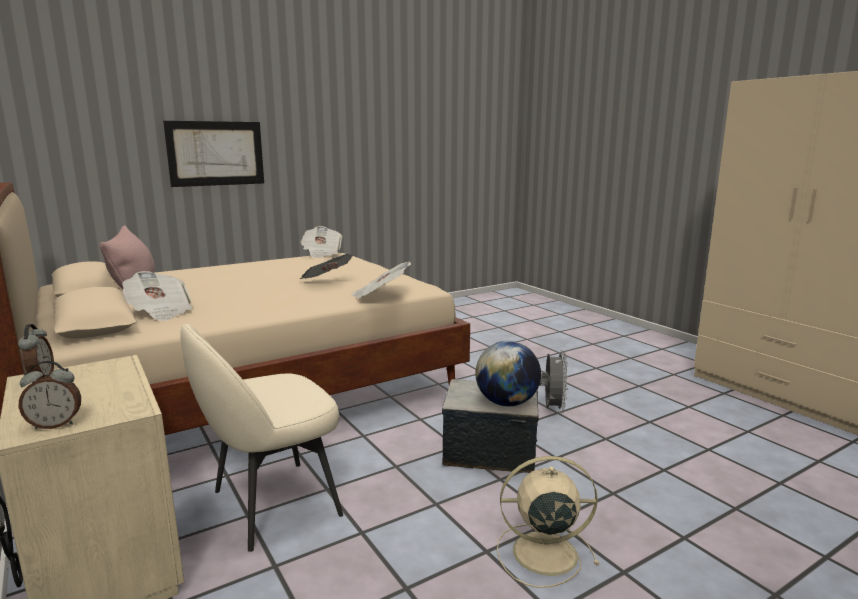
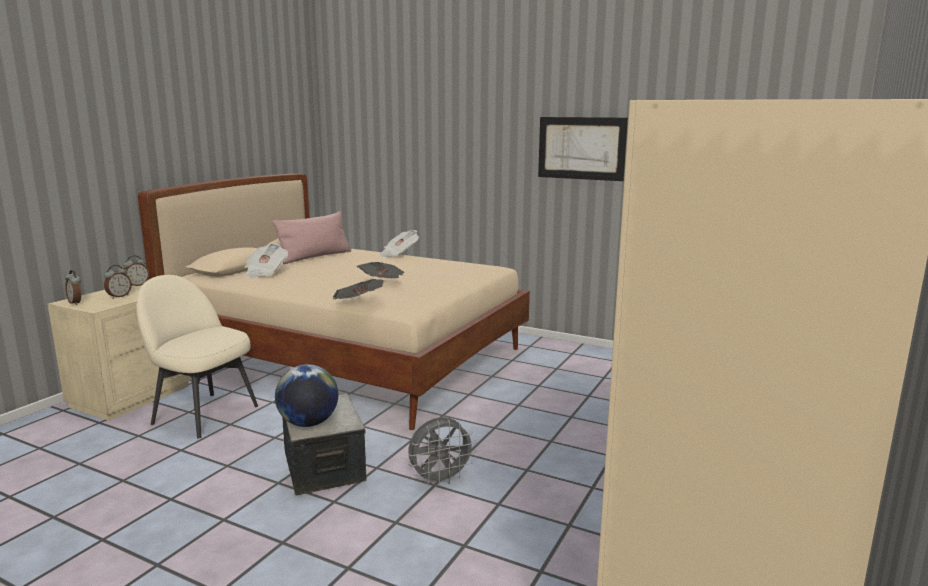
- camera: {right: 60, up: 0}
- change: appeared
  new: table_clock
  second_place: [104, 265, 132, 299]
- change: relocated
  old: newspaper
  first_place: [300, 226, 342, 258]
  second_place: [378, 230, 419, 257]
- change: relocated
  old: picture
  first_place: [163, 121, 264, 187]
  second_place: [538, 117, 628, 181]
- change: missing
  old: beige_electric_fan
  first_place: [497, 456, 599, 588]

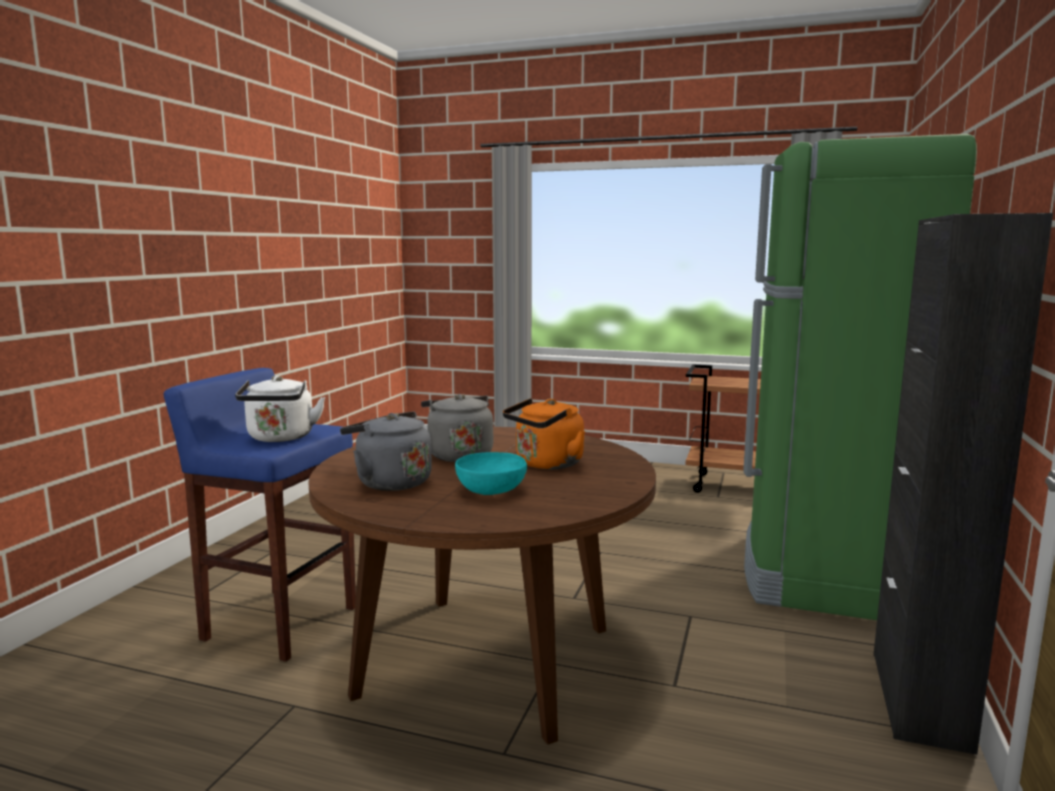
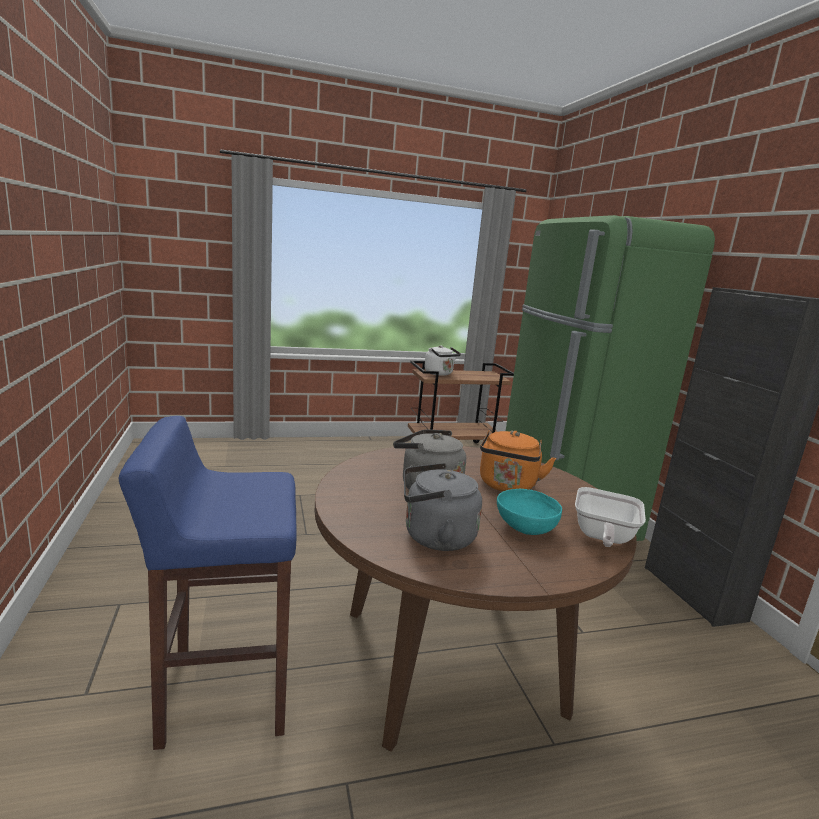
- camera: {right: -35, up: 5}
- change: relocated
  old: white-coloured_water_kettle
  first_place: [235, 376, 325, 442]
  second_place: [425, 345, 461, 376]
- change: appeared
  new: frying_pan
  second_place: [575, 487, 646, 547]

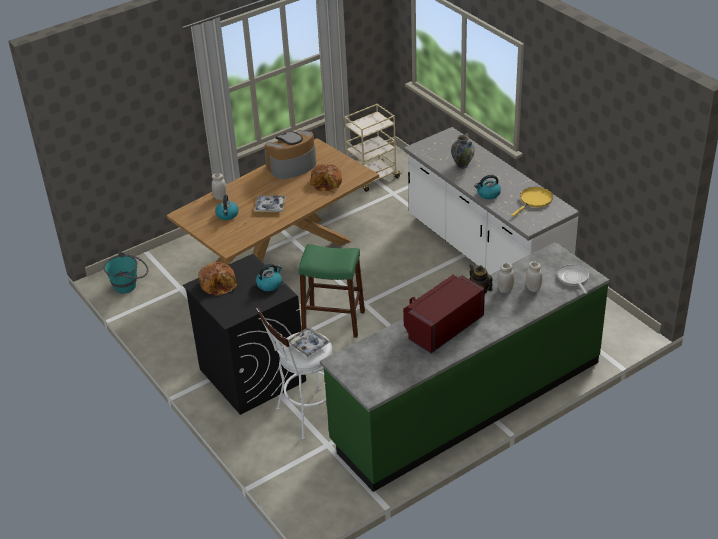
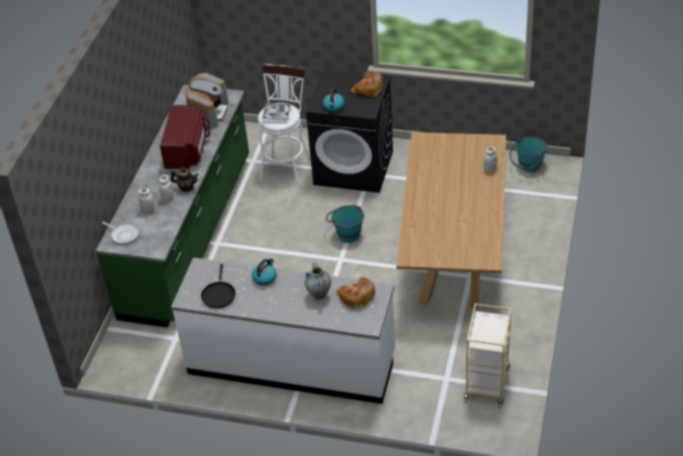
- camera: {right: 140, up: 5}
- change: relocated
  old: coffee_brewer
  first_place: [265, 130, 316, 179]
  second_place: [185, 73, 229, 129]
- change: colour
  old: yellow-coloured_frying_pan
  new: black_frying_pan
  first_place: [511, 187, 553, 217]
  second_place: [201, 264, 235, 308]
- change: exchanged
  old: green-coloured_stool
  new: turquoise_bucket
  first_place: [298, 244, 365, 338]
  second_place: [325, 205, 364, 243]
- change: relocated
  old: baked_bread
  first_place: [310, 164, 342, 192]
  second_place: [336, 277, 375, 310]
- change: missing
  old: water_kettle
  first_place: [215, 195, 239, 220]
- change: missing
  old: tray
  first_place: [254, 195, 286, 212]

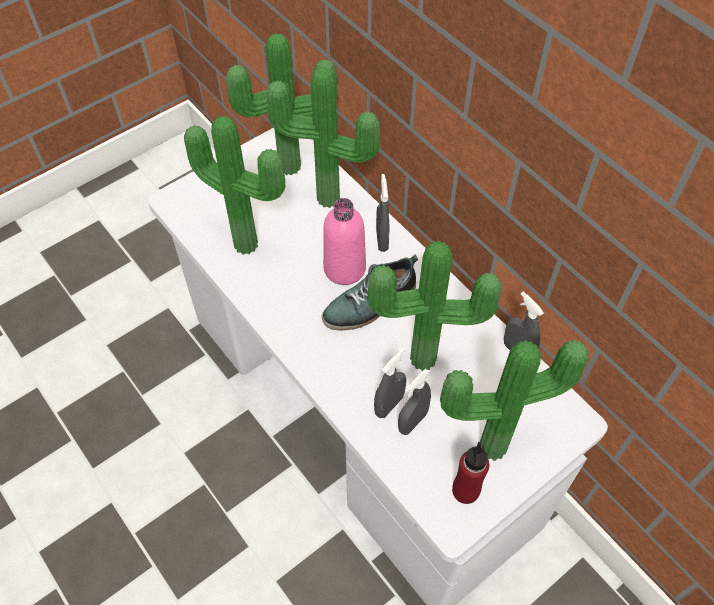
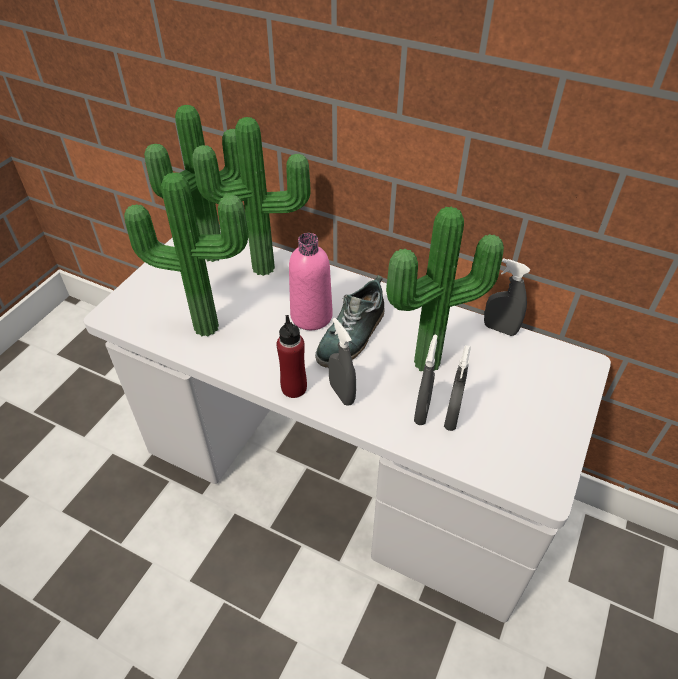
- camera: {right: -25, up: -10}
- change: relocated
  old: red-coloured_bottle
  first_place: [452, 442, 489, 504]
  second_place: [277, 315, 307, 398]
- change: relocated
  old: gray_hand_sprayer
  first_place: [376, 174, 389, 252]
  second_place: [328, 318, 356, 406]
- change: missing
  old: plant_in_a_pot
  first_place: [440, 340, 589, 461]

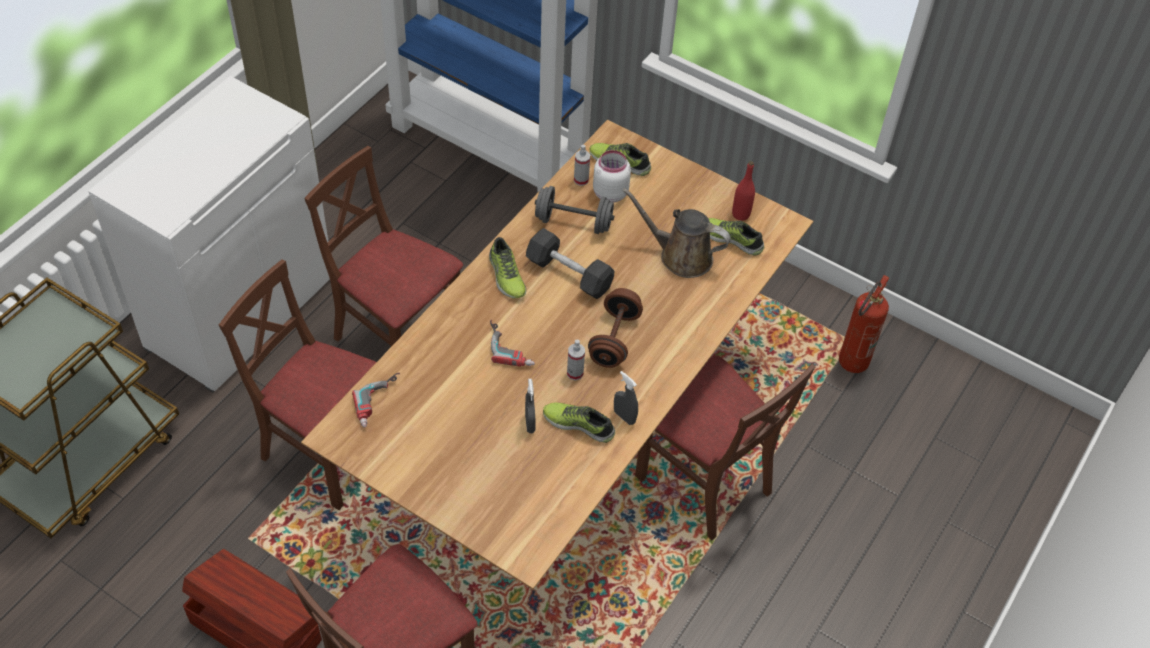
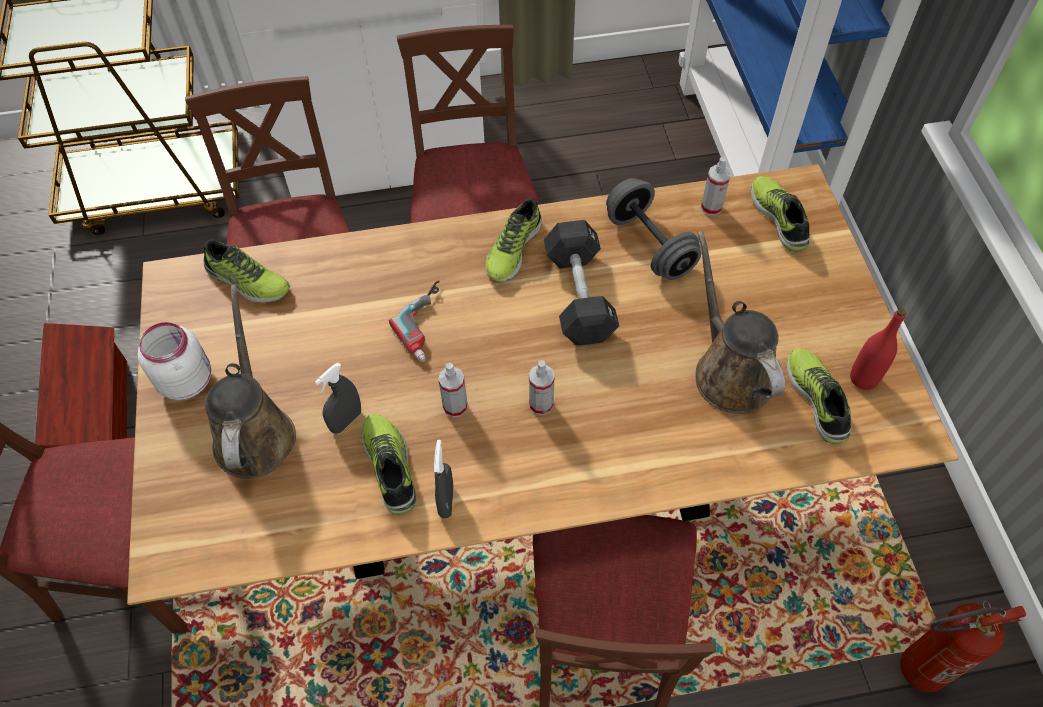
- camera: {right: 50, up: 5}
- change: relocated
  old: white-coloured_jar
  first_place: [593, 150, 631, 203]
  second_place: [138, 322, 211, 400]
- change: exchanged
  old: power_drill
  new: low_shoe
  first_place: [352, 373, 400, 428]
  second_place: [203, 239, 290, 303]
- change: appeared
  new: brown_watering_pot
  second_place: [205, 284, 296, 479]
- change: exchanged
  old: brown_free_weight
  new: hand_sprayer
  first_place: [588, 288, 643, 368]
  second_place: [529, 360, 554, 415]

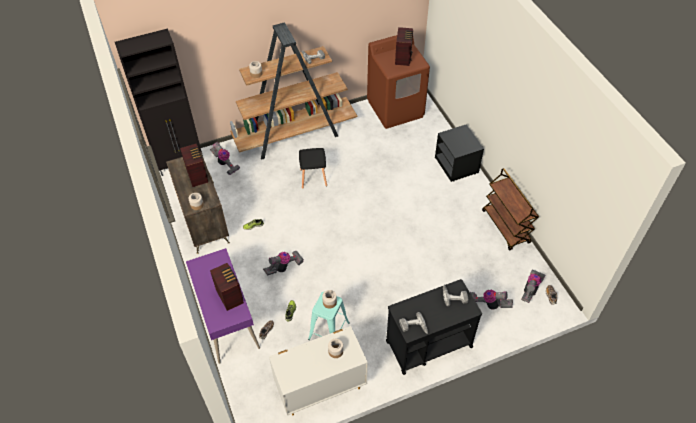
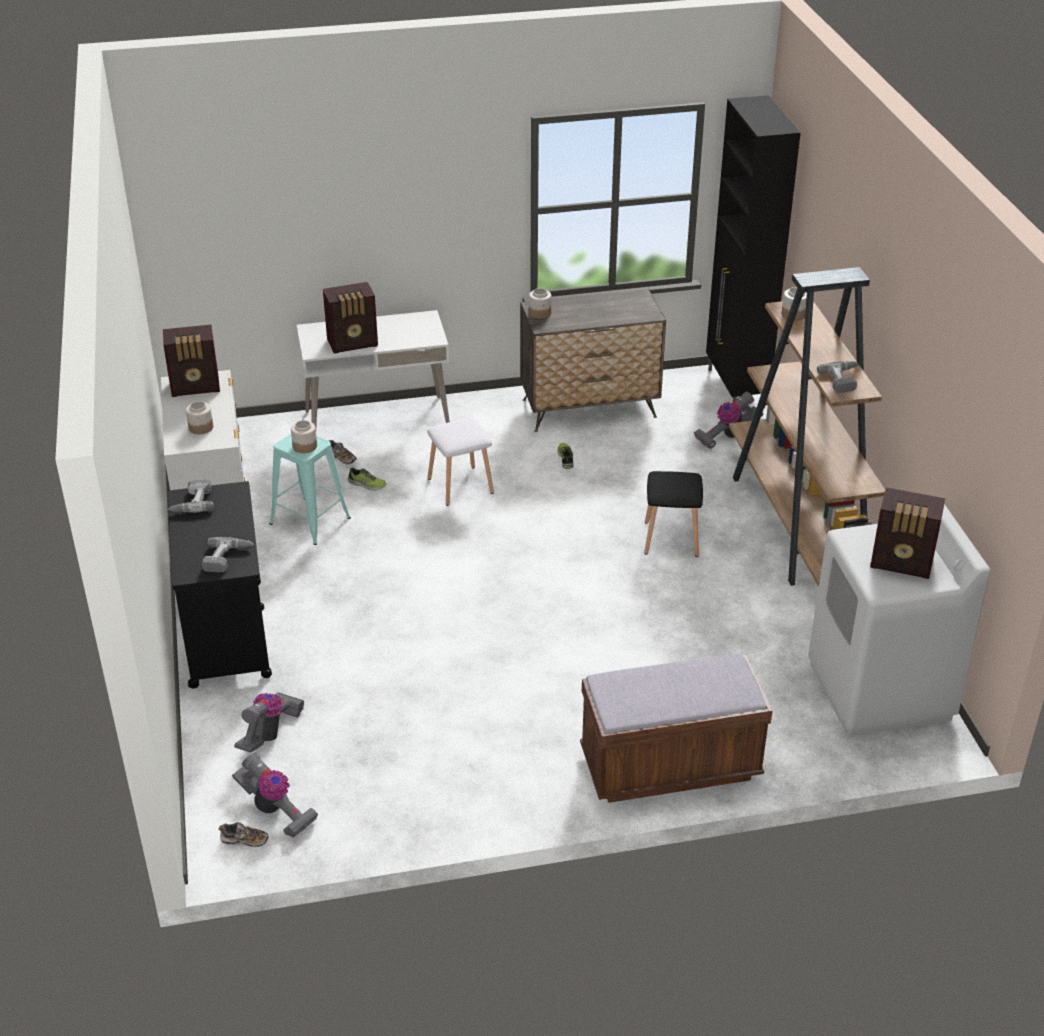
- camera: {right: 100, up: -15}
- change: relocated
  old: radio_set
  first_place: [180, 144, 208, 187]
  second_place: [163, 324, 220, 397]
- change: colour
  old: purple_desk_unit
  new: white-coloured_desk_unit
  first_place: [186, 248, 260, 364]
  second_place: [297, 310, 450, 427]
- change: exchanged
  old: vacuum_cleaner
  new: white-coloured_stool
  first_place: [263, 251, 304, 276]
  second_place: [427, 418, 494, 506]
- change: exchanged
  old: black_night_table
  new: brown_long_seat
  first_place: [435, 125, 484, 182]
  second_place: [580, 654, 772, 803]
- change: colour
  old: brown_laundry_machine
  new: white-coloured_laundry_machine
  first_place: [367, 35, 430, 129]
  second_place: [808, 504, 990, 736]
- change: missing
  old: brown_cart
  first_place: [482, 168, 539, 250]

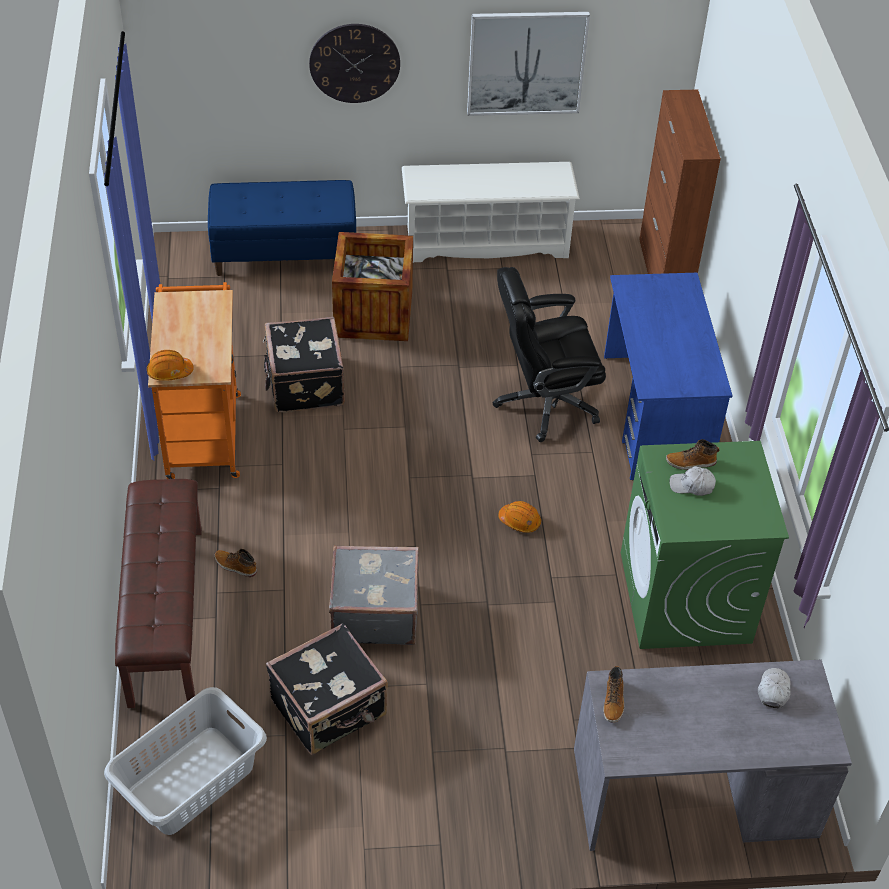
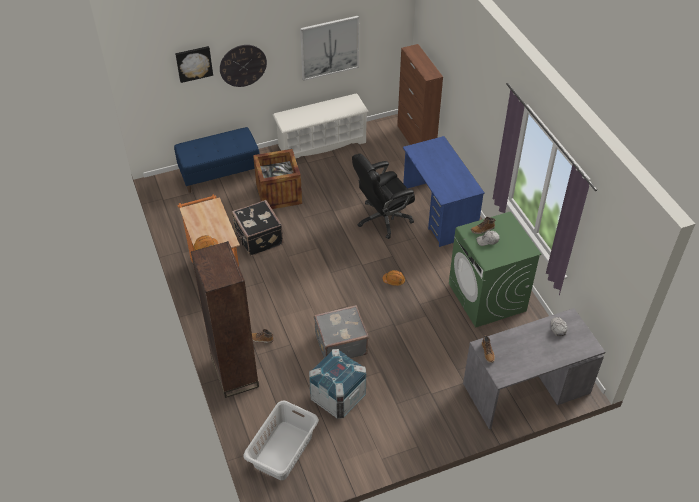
- camera: {right: -15, up: 0}
- change: appeared
  new: picture
  second_place: [175, 46, 213, 83]
- change: exchanged
  old: brown_long_seat
  new: brown_shelving_unit
  first_place: [115, 479, 202, 708]
  second_place: [191, 241, 259, 398]
- change: exchanged
  old: black_travel_case
  new: crate
  first_place: [266, 623, 388, 755]
  second_place: [309, 349, 366, 419]

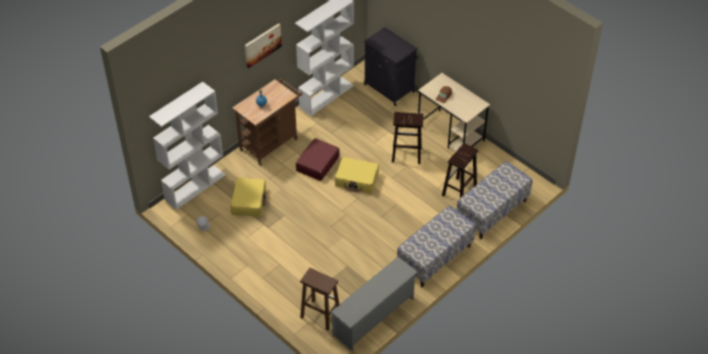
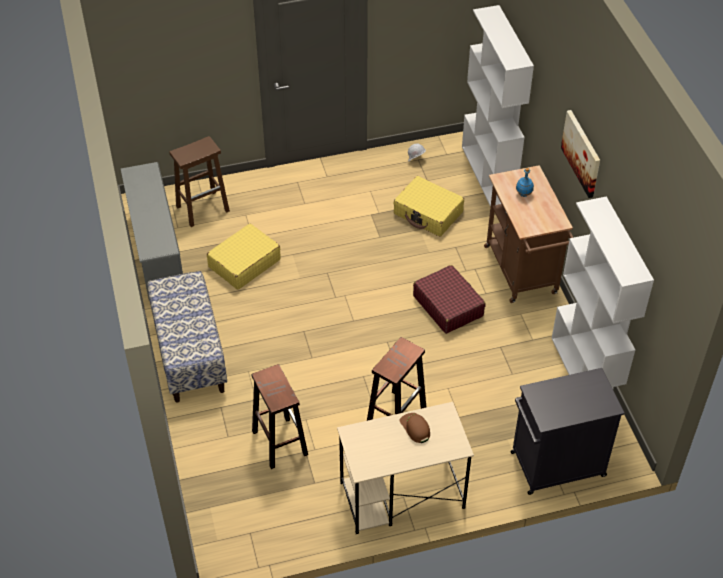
- camera: {right: 120, up: 0}
- change: relocated
  old: yellow-coloured_travel_case
  first_place: [335, 157, 379, 194]
  second_place: [207, 224, 281, 290]
- change: missing
  old: long_seat
  first_place: [457, 161, 532, 239]

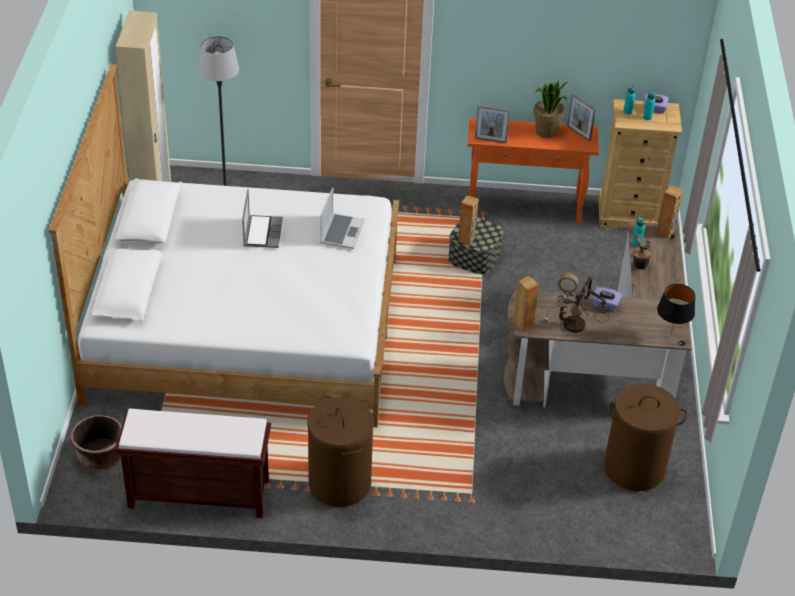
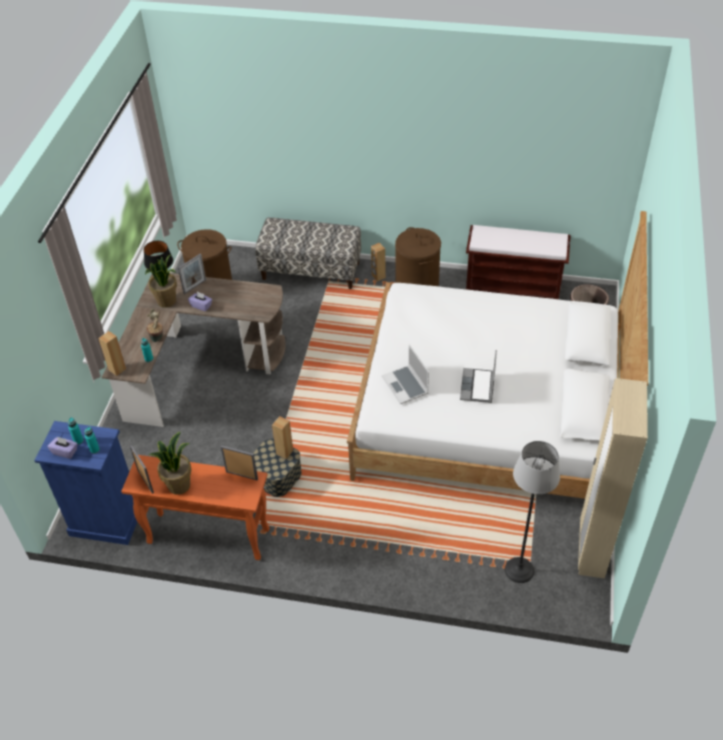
- camera: {right: -170, up: 5}
- change: colour
  old: beige_dresser
  new: blue_dresser
  first_place: [598, 99, 682, 228]
  second_place: [34, 421, 137, 545]
- change: appeared
  new: plant_in_a_pot
  second_place: [145, 255, 177, 308]
- change: appeared
  new: picture_frame
  second_place: [178, 254, 206, 294]
- change: appeared
  new: long_seat
  second_place: [255, 218, 361, 289]
- change: relocated
  old: brown_speaker
  first_place: [513, 276, 539, 331]
  second_place: [371, 243, 386, 282]
- change: spun
  old: laptop
  first_place: [320, 187, 365, 249]
  second_place: [382, 344, 429, 404]
  degrees: -45
- change: missing
  old: tabletop_lamp
  first_place: [543, 273, 609, 333]

